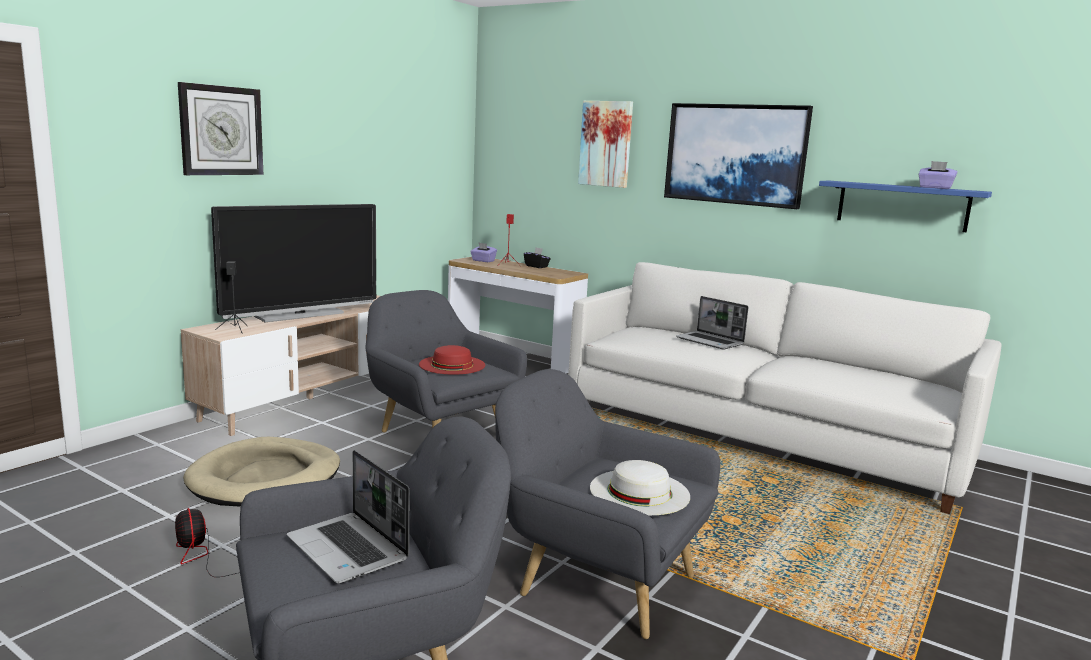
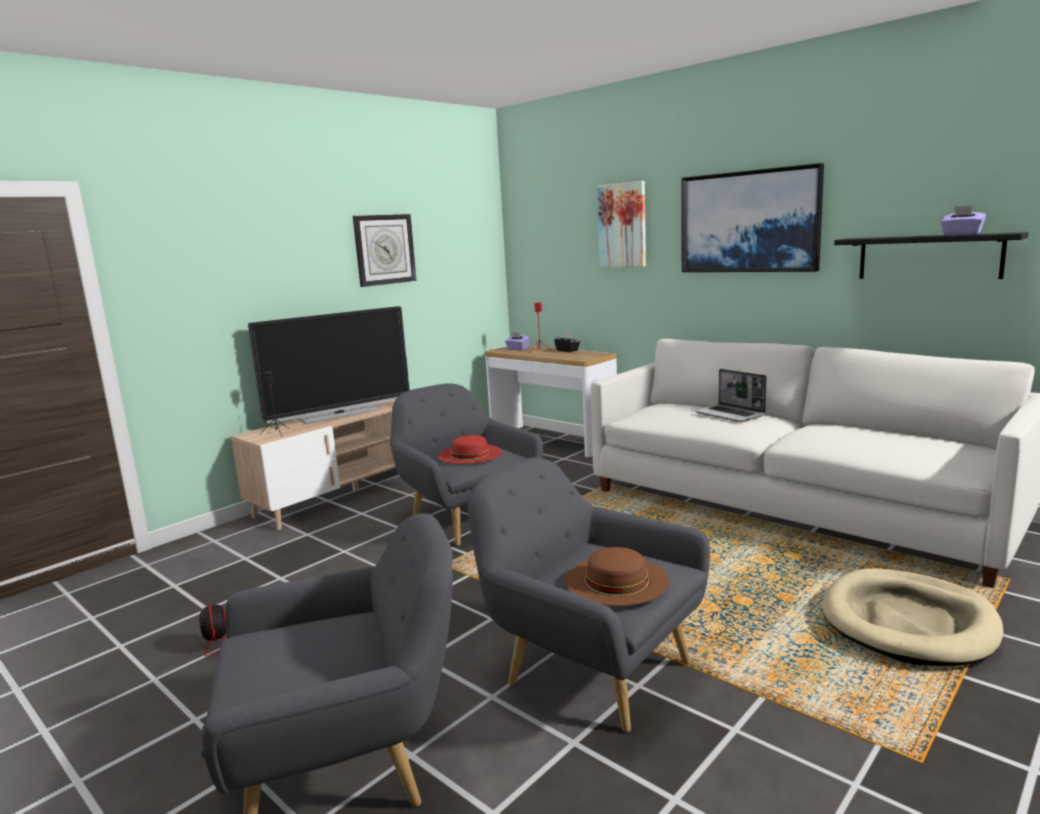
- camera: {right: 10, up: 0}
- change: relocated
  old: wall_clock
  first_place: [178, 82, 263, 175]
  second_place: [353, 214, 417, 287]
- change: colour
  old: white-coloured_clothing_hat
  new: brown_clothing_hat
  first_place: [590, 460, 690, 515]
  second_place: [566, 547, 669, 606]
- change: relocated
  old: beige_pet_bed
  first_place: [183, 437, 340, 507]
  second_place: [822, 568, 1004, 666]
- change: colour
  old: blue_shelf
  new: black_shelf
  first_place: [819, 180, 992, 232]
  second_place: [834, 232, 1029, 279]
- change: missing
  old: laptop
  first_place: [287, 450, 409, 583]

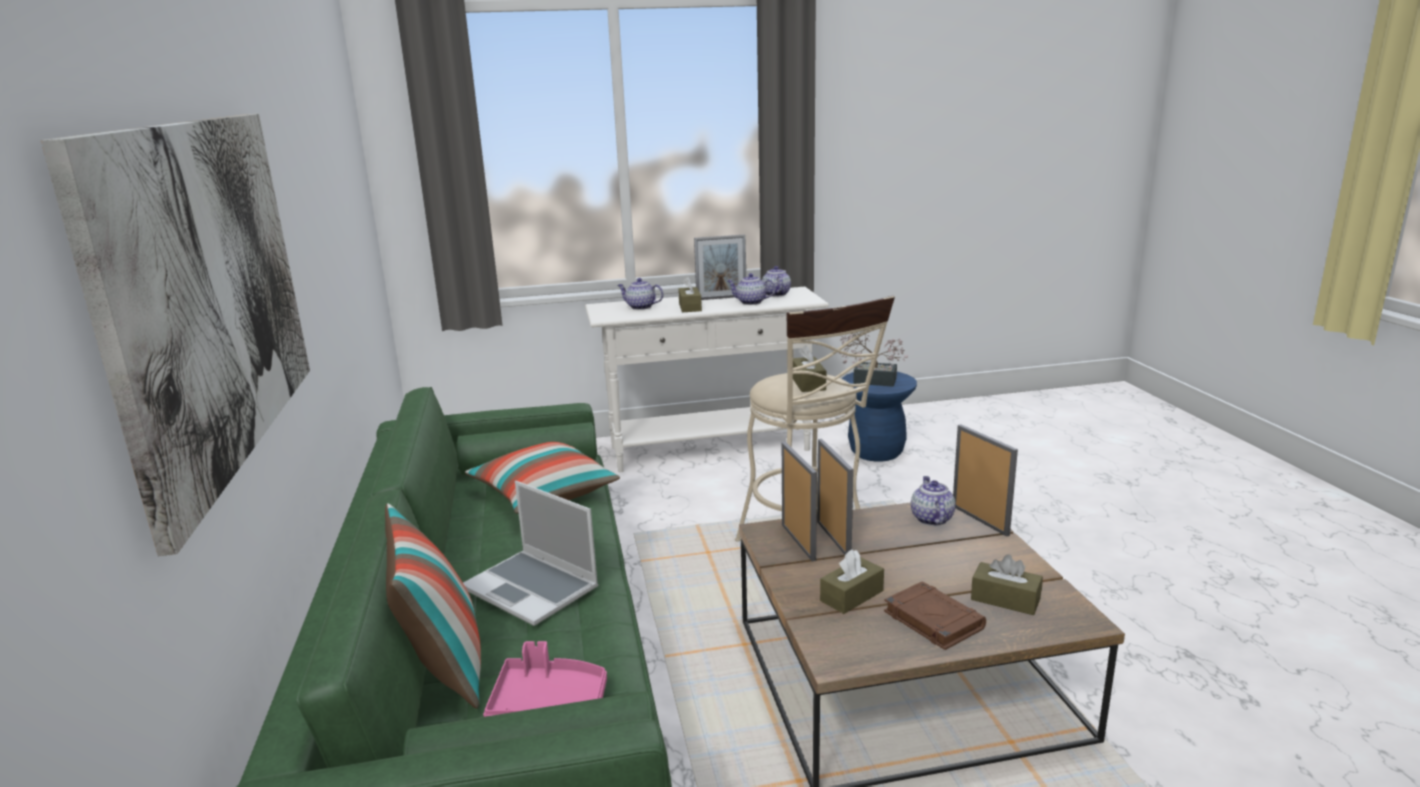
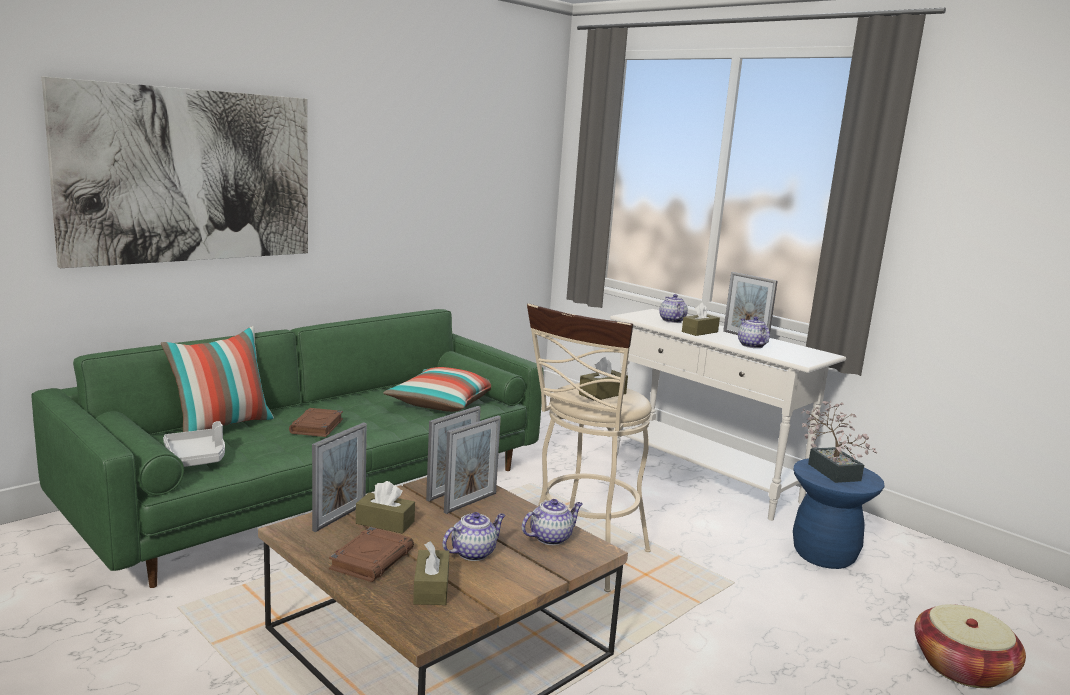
- camera: {right: 55, up: -5}
- change: colour
  old: pink-coloured_tray
  new: gray_tray
  first_place: [483, 641, 607, 717]
  second_place: [163, 421, 225, 467]
- change: exchanged
  old: laptop
  new: brown_book
  first_place: [463, 481, 599, 626]
  second_place: [289, 408, 343, 437]
- change: relocated
  old: picture_frame
  first_place: [953, 424, 1018, 537]
  second_place: [312, 422, 367, 532]
- change: relocated
  old: teapot
  first_place: [762, 266, 791, 297]
  second_place: [443, 512, 505, 561]
- change: appeared
  new: household_basket
  second_place: [914, 604, 1026, 688]

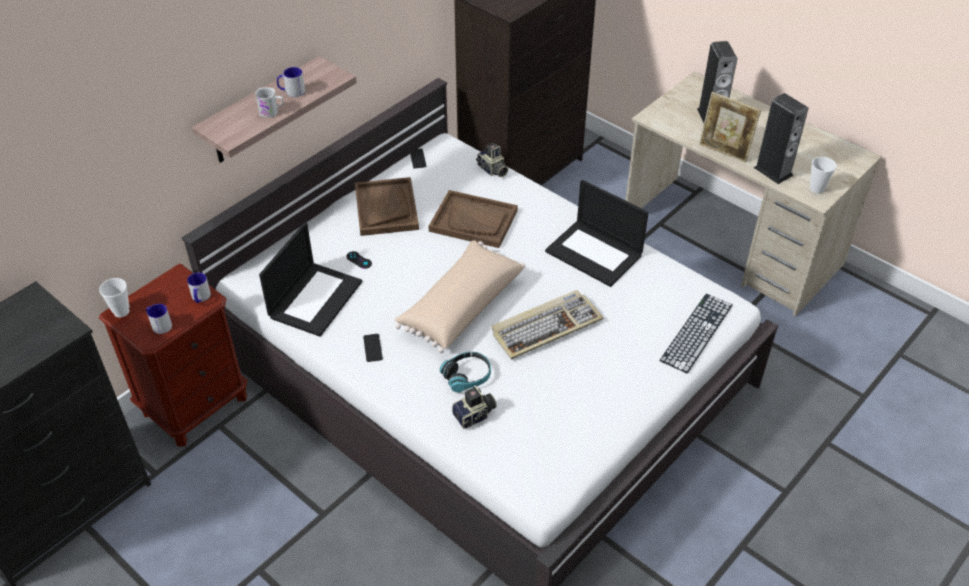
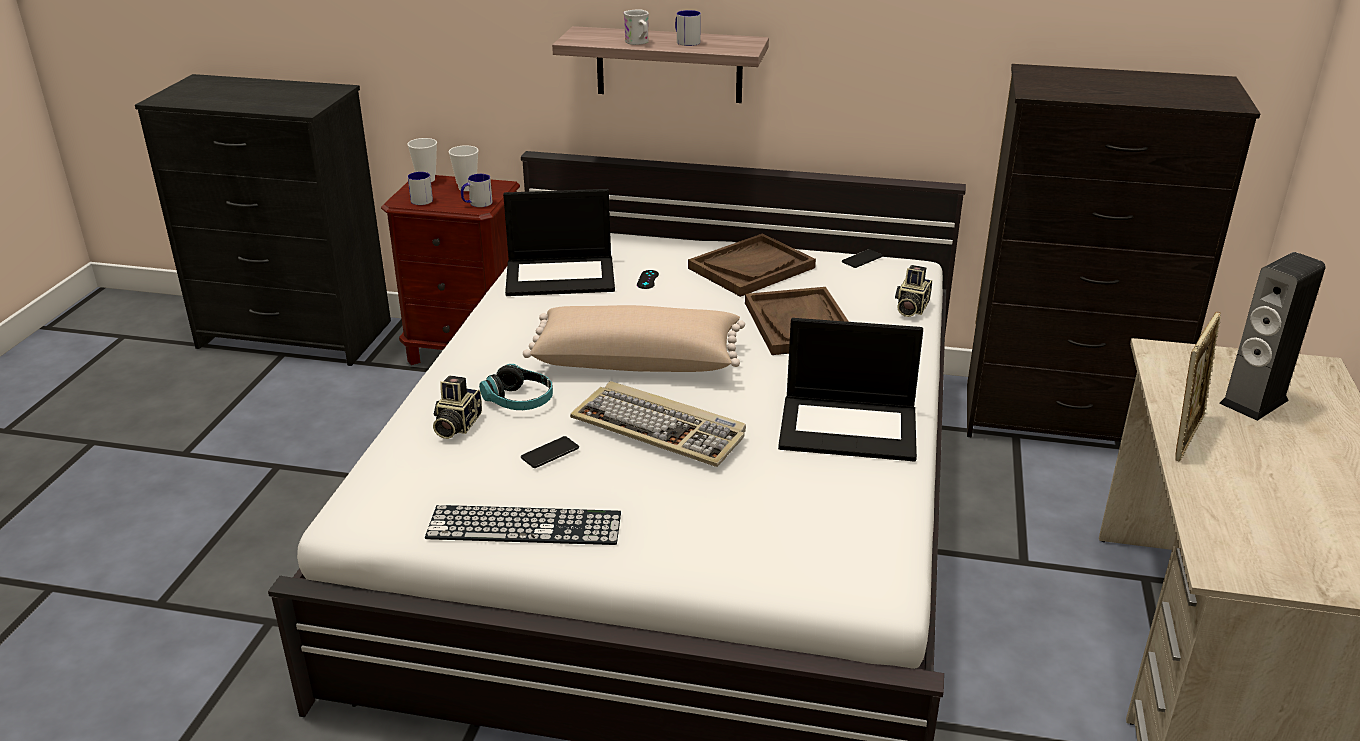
- camera: {right: 60, up: -15}
- change: relocated
  old: keyboard
  first_place: [660, 294, 733, 374]
  second_place: [425, 505, 621, 545]
- change: spun
  old: still_camera
  first_place: [452, 385, 497, 429]
  second_place: [433, 375, 482, 439]
  degrees: 75
- change: relocated
  old: small_cup
  first_place: [810, 157, 837, 194]
  second_place: [449, 145, 479, 191]
- change: relocated
  old: handset
  first_place: [363, 334, 383, 362]
  second_place: [521, 436, 579, 468]
- change: spun
  old: laptop
  first_place: [545, 180, 649, 287]
  second_place: [778, 318, 923, 462]
  degrees: -90
- change: spun
  old: picture_frame
  first_place: [699, 92, 761, 163]
  second_place: [1175, 311, 1221, 461]
  degrees: -150
- change: missing
  old: speaker
  first_place: [754, 93, 809, 184]

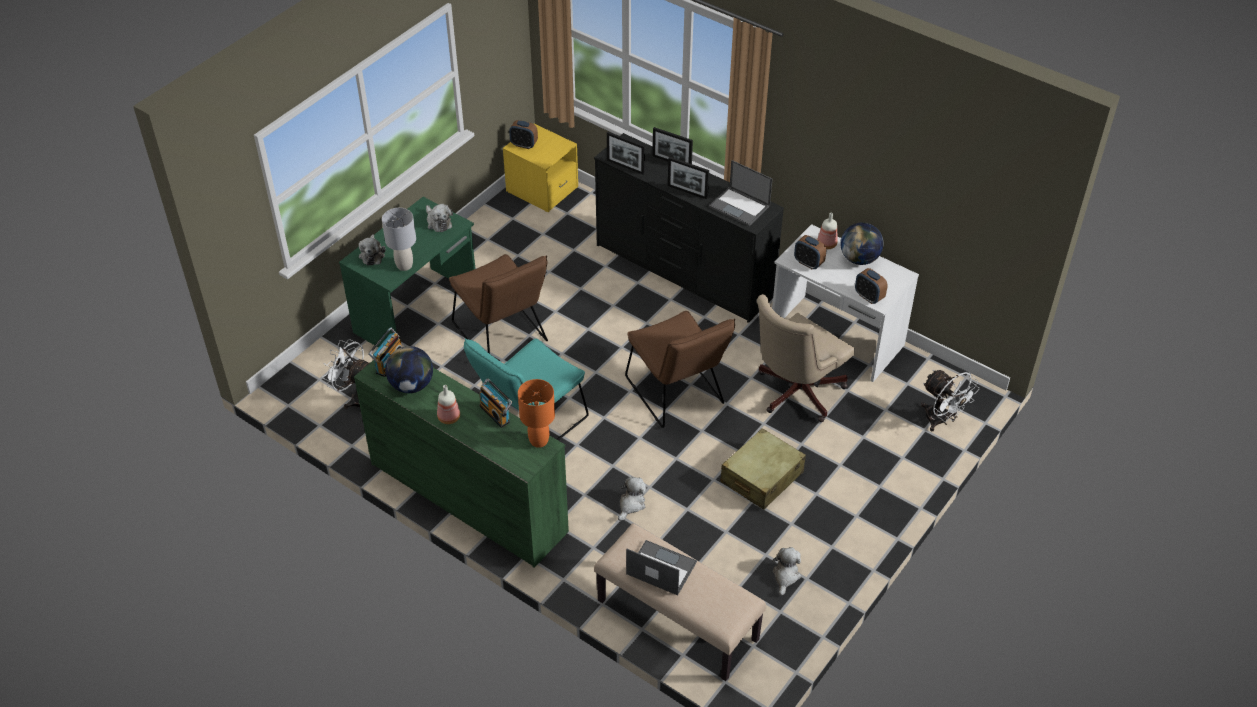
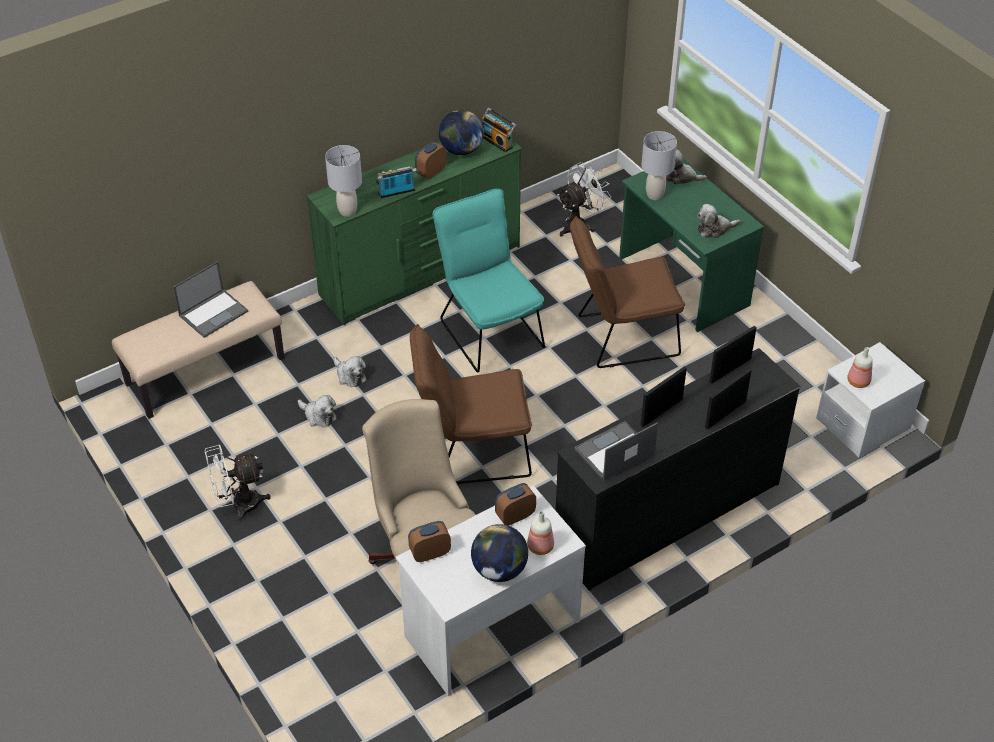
- camera: {right: 110, up: 0}
- change: relocated
  old: white-coloured_electric_fan
  first_place: [921, 370, 979, 431]
  second_place: [205, 444, 271, 522]
- change: relocated
  old: soft_toy
  first_place: [772, 547, 801, 596]
  second_place: [298, 395, 337, 427]
- change: colour
  old: orangey_tabletop_lamp
  new: gray_tabletop_lamp
  first_place: [518, 379, 555, 448]
  second_place: [325, 145, 362, 217]
- change: relocated
  old: table_clock
  first_place: [509, 120, 538, 149]
  second_place: [415, 142, 446, 180]
- change: colour
  old: yellow-coloured_night_table
  new: white-coloured_night_table
  first_place: [503, 124, 578, 212]
  second_place: [816, 342, 925, 458]
- change: relocated
  old: bottle
  first_place: [437, 385, 460, 424]
  second_place: [847, 347, 873, 388]
- change: missing
  old: beige_travel_case
  first_place: [720, 428, 806, 510]

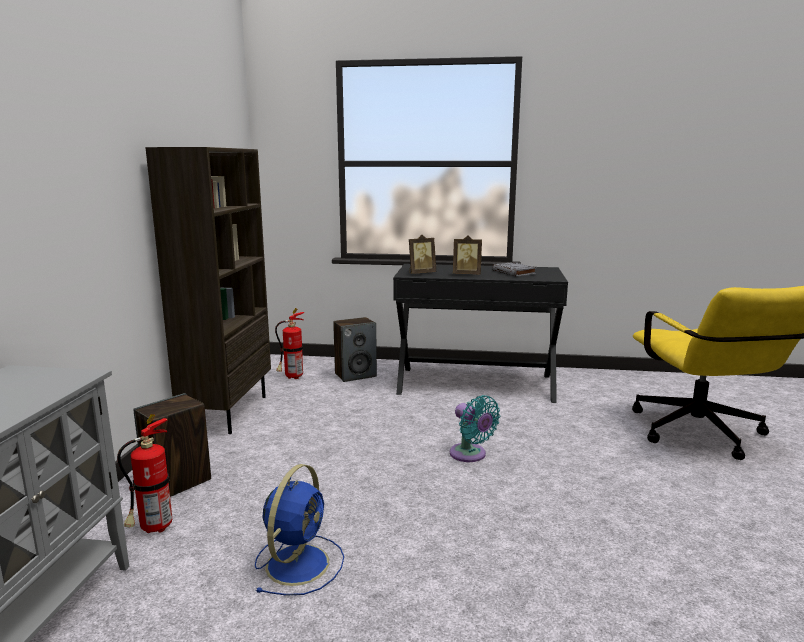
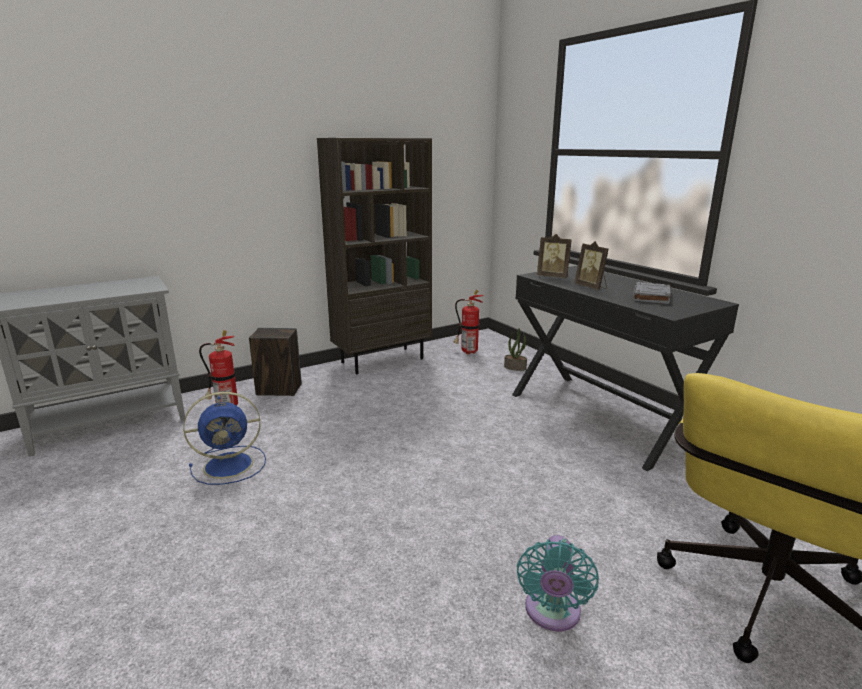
- camera: {right: 50, up: 5}
- change: exchanged
  old: speaker
  new: plant_in_a_pot
  first_place: [333, 317, 377, 382]
  second_place: [504, 328, 527, 371]
- change: relocated
  old: turquoise_electric_fan
  first_place: [450, 395, 500, 462]
  second_place: [517, 535, 599, 631]

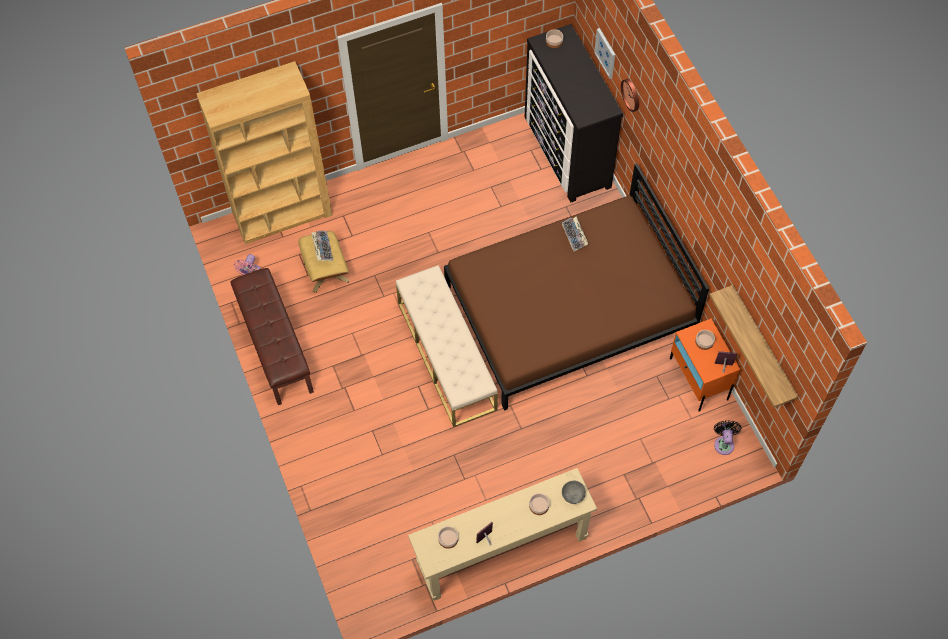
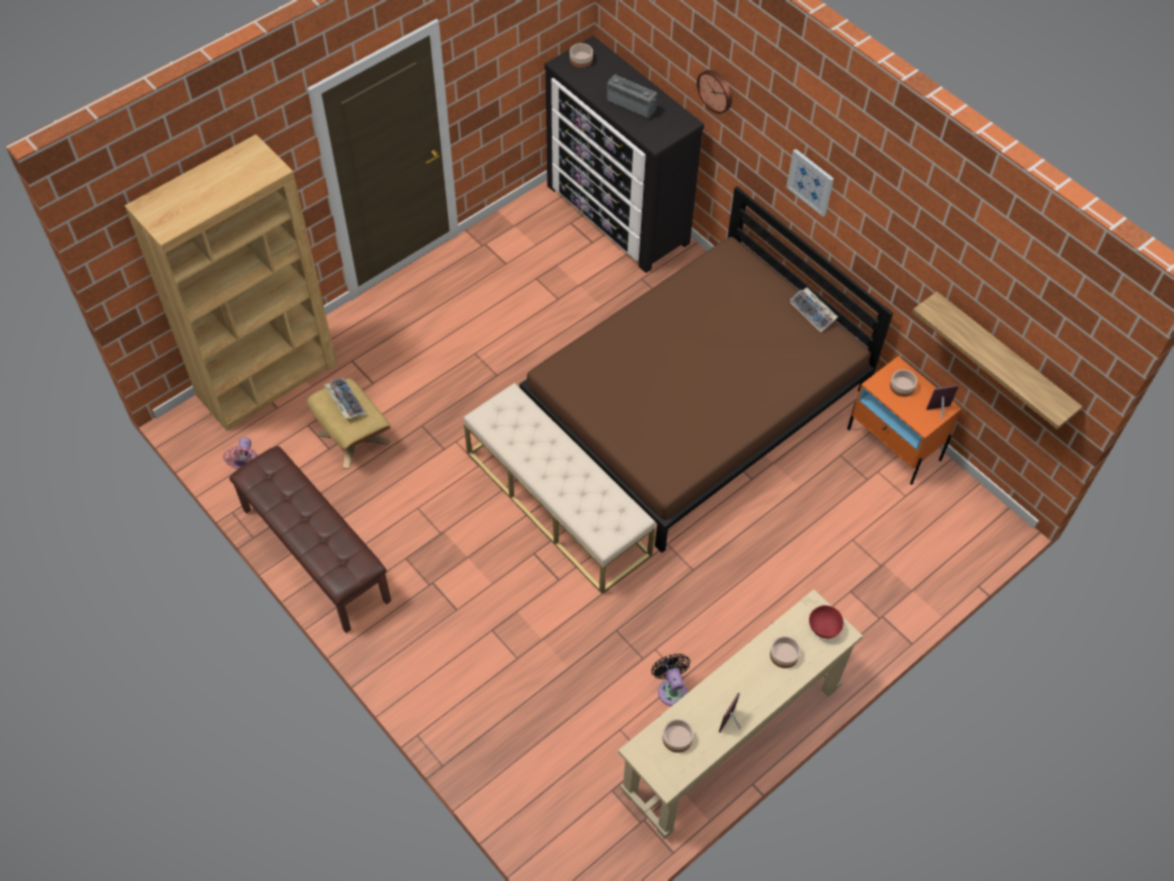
- camera: {right: -20, up: -5}
- change: appeared
  new: radio_set
  second_place: [607, 74, 660, 118]
- change: relocated
  old: black_electric_fan
  first_place: [714, 420, 742, 455]
  second_place: [651, 654, 690, 706]
- change: relocated
  old: picture
  first_place: [594, 28, 615, 79]
  second_place: [786, 149, 834, 217]
- change: relocated
  old: keyboard
  first_place: [562, 216, 588, 252]
  second_place: [790, 287, 838, 332]
- change: colour
  old: gray_bowl
  new: red-coloured_bowl
  first_place: [562, 481, 586, 504]
  second_place: [809, 605, 844, 639]

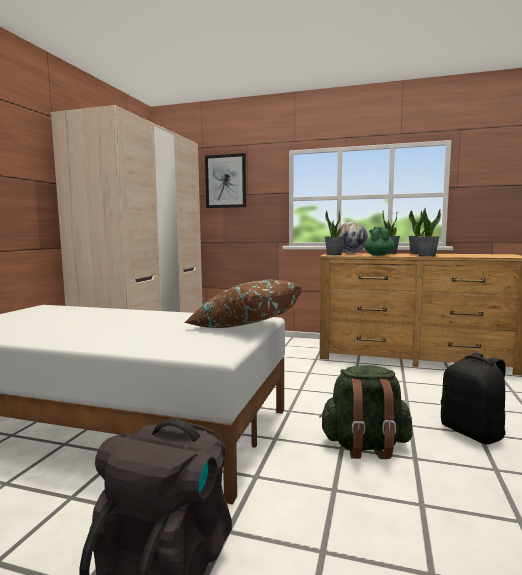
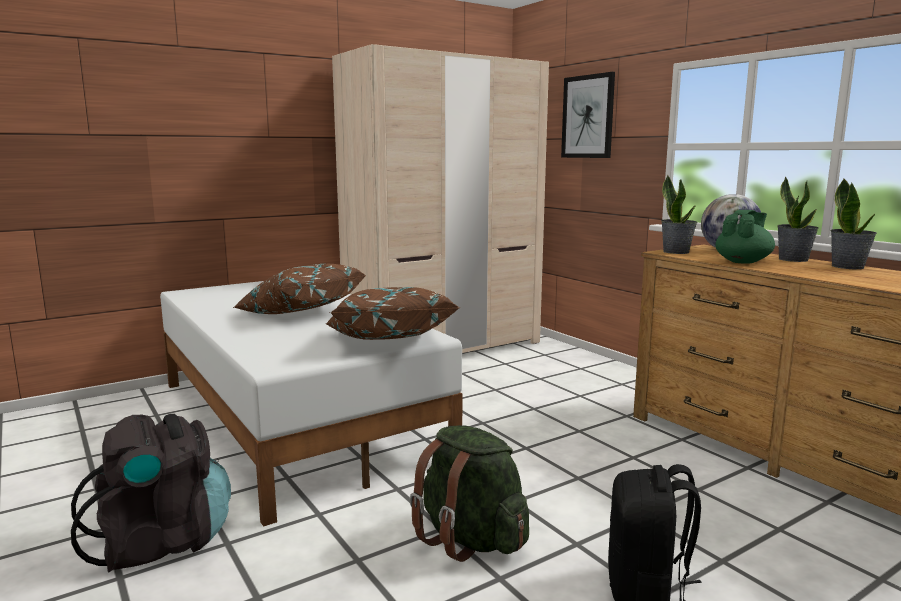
- camera: {right: 40, up: 5}
- change: appeared
  new: brown_cushion
  second_place: [233, 264, 366, 314]
- change: missing
  old: plant_in_a_pot
  first_place: [417, 208, 441, 257]

